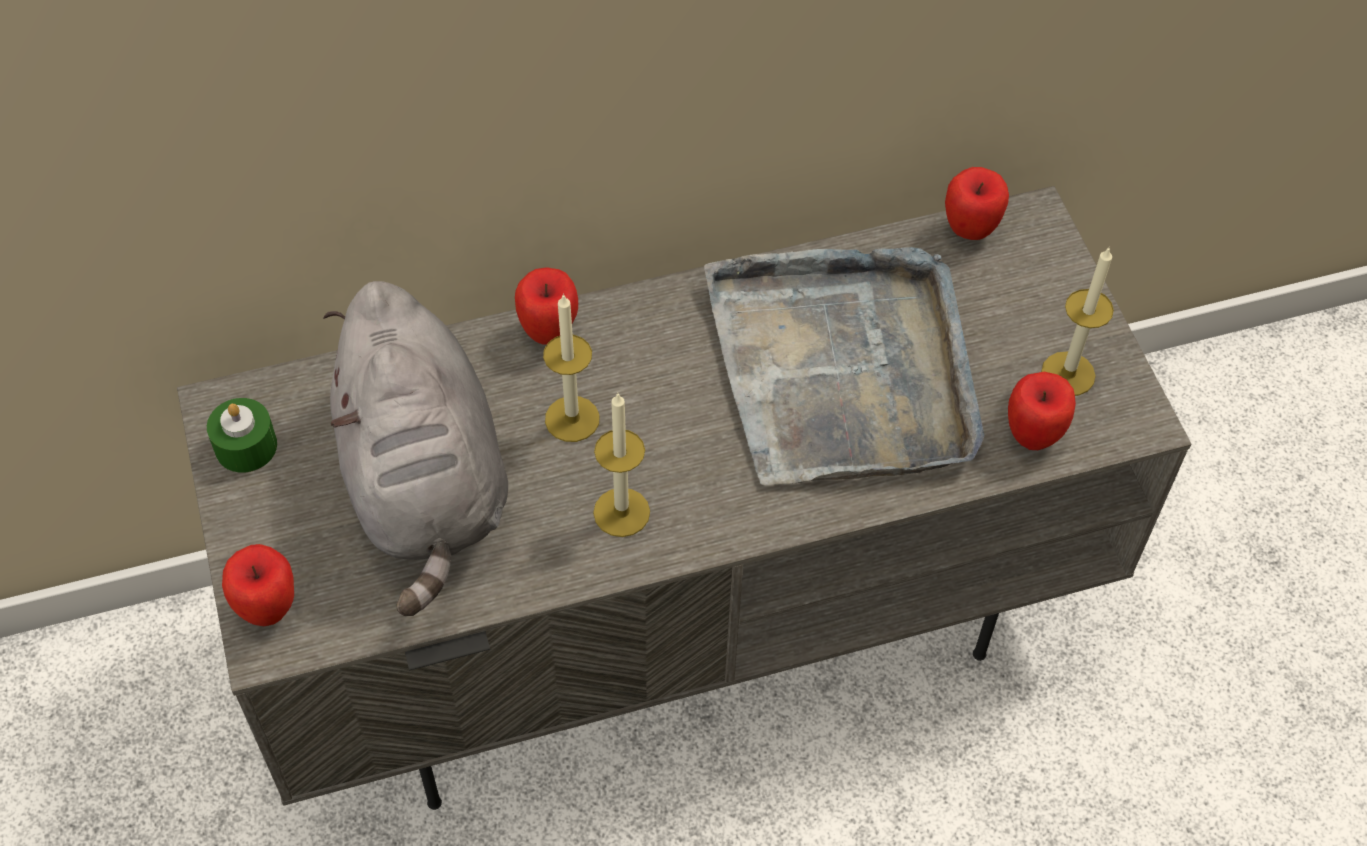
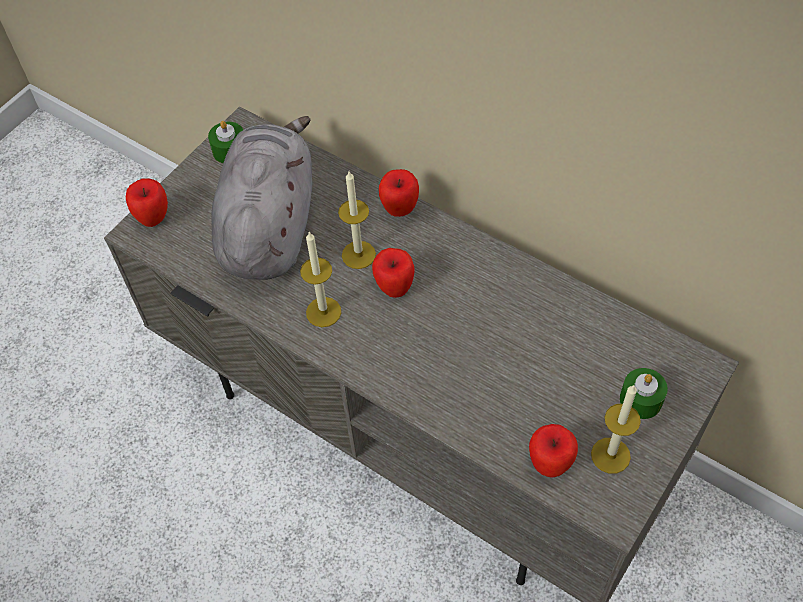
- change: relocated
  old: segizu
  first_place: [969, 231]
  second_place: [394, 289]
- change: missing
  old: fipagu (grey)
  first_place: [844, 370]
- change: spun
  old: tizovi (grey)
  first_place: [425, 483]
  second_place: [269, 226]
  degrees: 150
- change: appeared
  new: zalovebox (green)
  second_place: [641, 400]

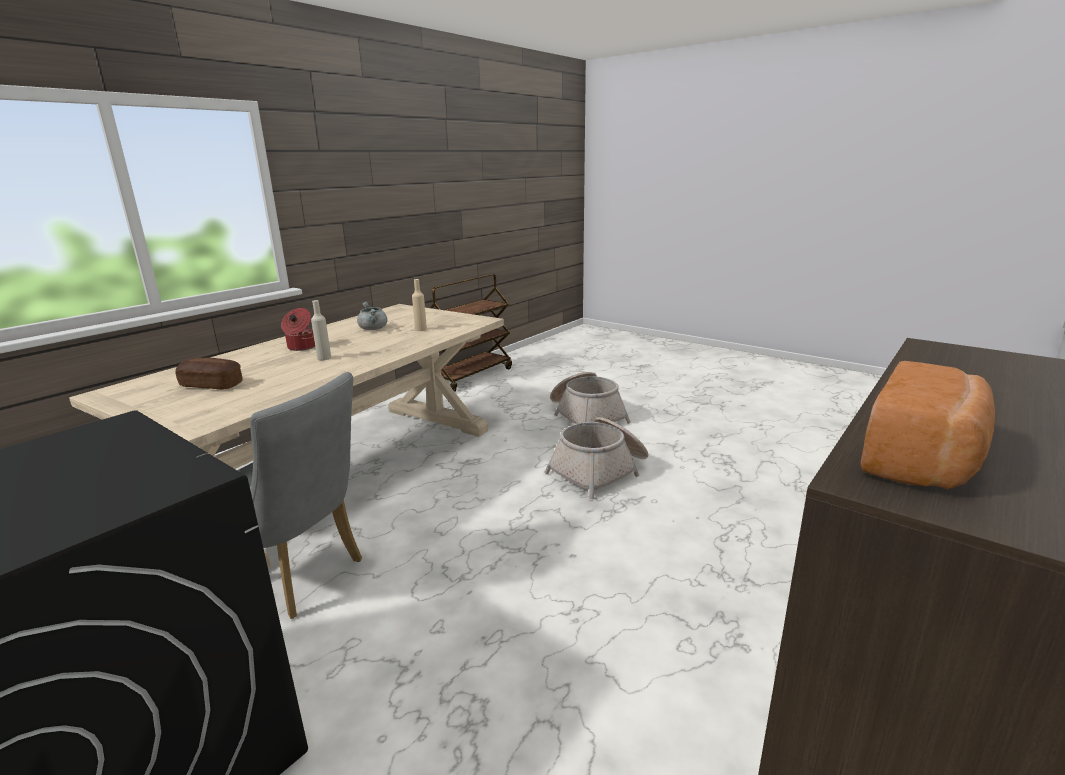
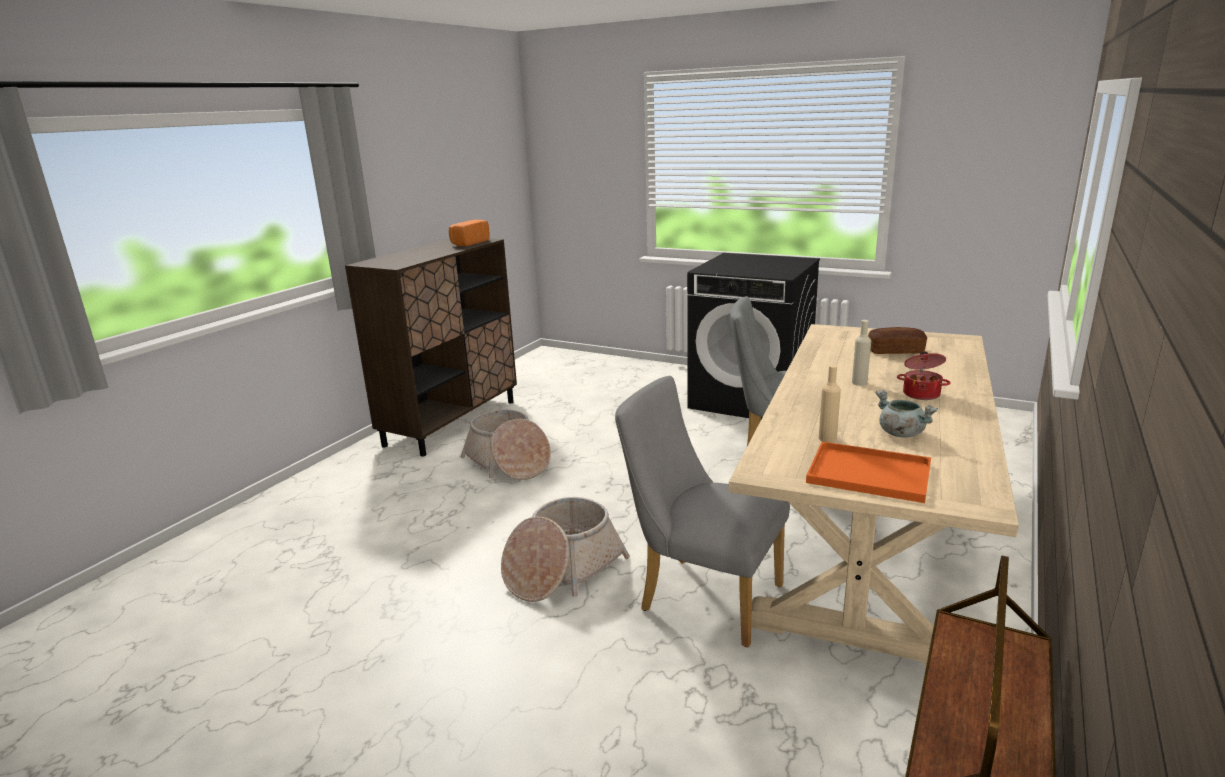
- change: relocated
  old: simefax
  first_place: [586, 415]
  second_place: [508, 462]
- change: appeared
  new: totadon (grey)
  second_place: [701, 596]
- change: appeared
  new: fipagu (orange)
  second_place: [866, 473]

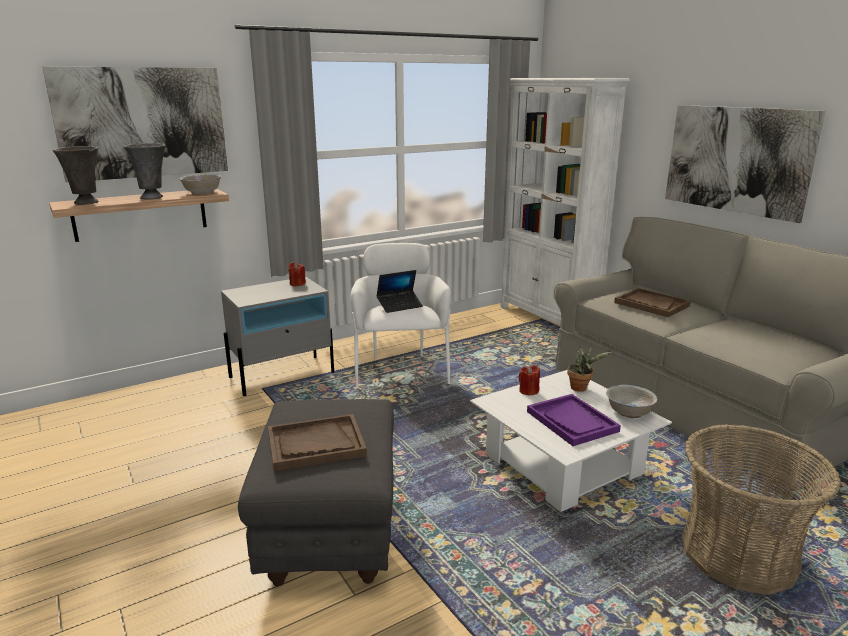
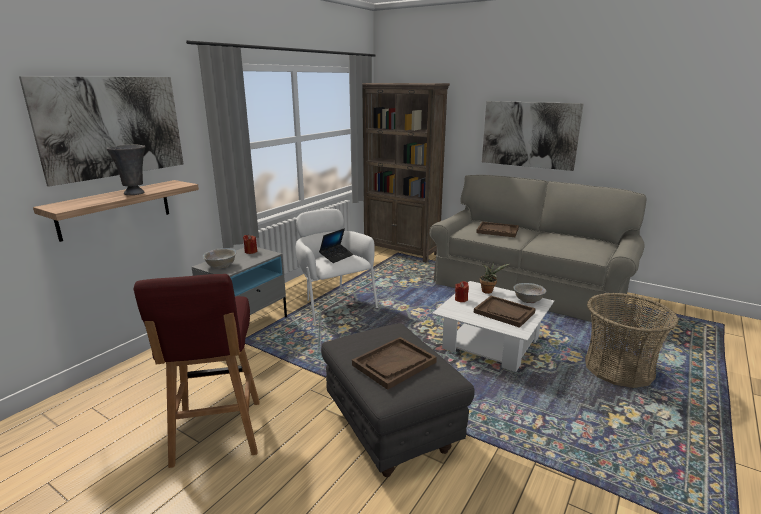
- change: colour
  old: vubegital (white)
  new: vubegital (brown)
  first_place: [548, 318]
  second_place: [401, 251]
- change: missing
  old: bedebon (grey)
  first_place: [86, 203]
- change: relocated
  old: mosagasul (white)
  first_place: [202, 192]
  second_place: [221, 265]
- change: colour
  old: fipagu (purple)
  new: fipagu (brown)
  first_place: [572, 421]
  second_place: [504, 312]
- change: appeared
  new: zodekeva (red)
  second_place: [217, 434]

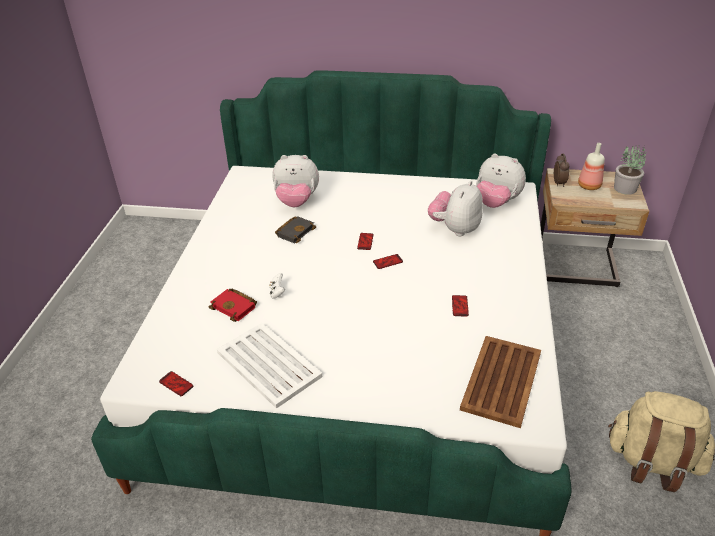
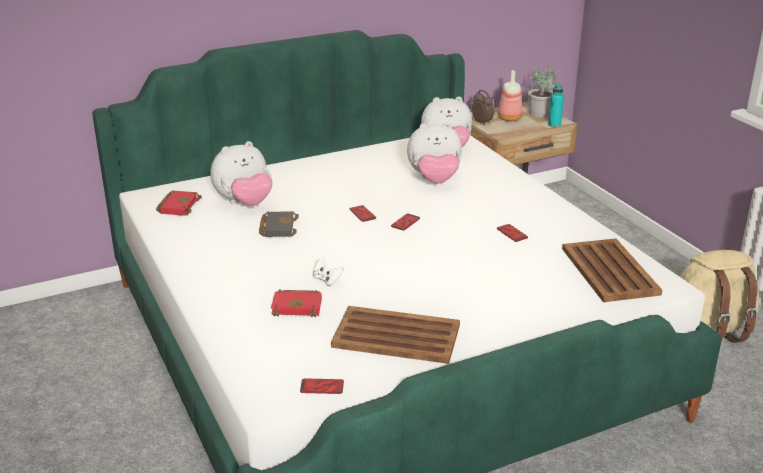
- change: spun
  old: tizovi
  first_place: [455, 229]
  second_place: [434, 180]
  degrees: -90
- change: colour
  old: fipagu (white)
  new: fipagu (brown)
  first_place: [268, 364]
  second_place: [395, 335]
- change: appeared
  new: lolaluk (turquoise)
  second_place: [554, 125]
- change: appeared
  new: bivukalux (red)
  second_place: [178, 206]

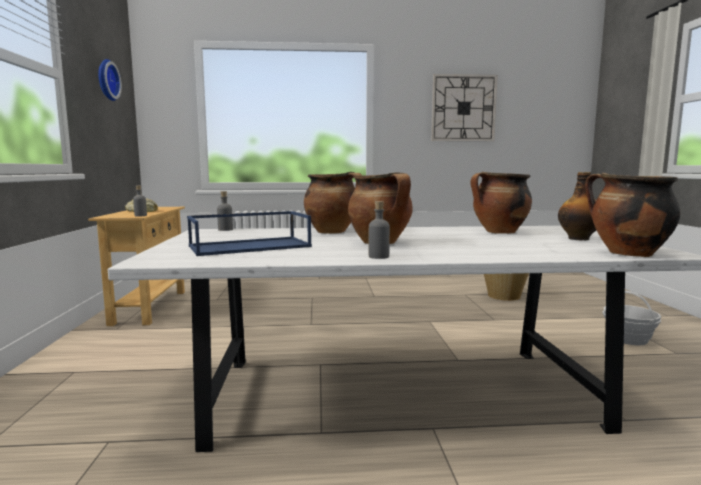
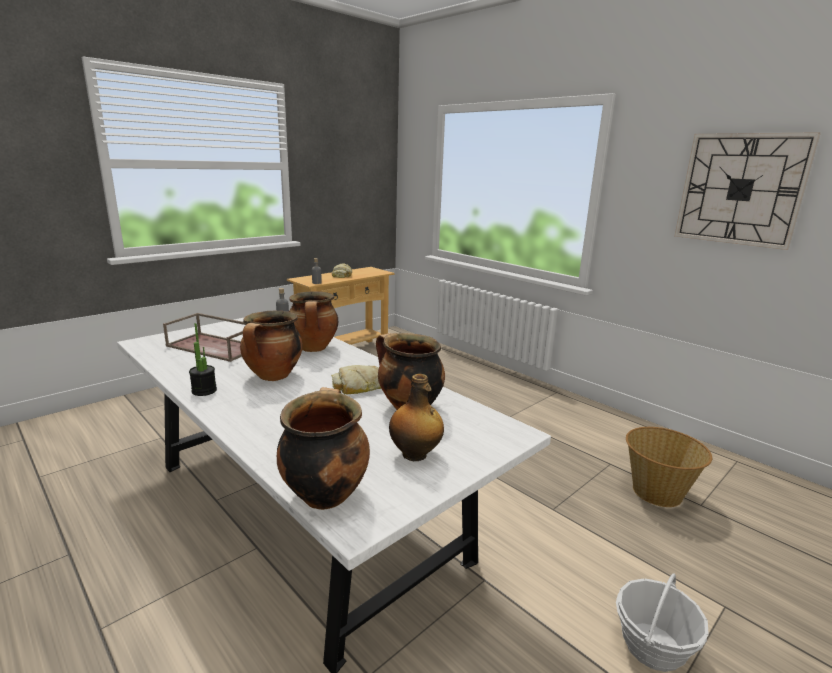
- change: missing
  old: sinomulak
  first_place: [106, 80]
- change: exchanged
  old: lolaluk (grey)
  new: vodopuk
  first_place: [378, 256]
  second_place: [204, 391]
- change: colour
  old: fipagu (blue)
  new: fipagu (brown)
  first_place: [251, 246]
  second_place: [215, 346]
- change: appeared
  new: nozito
  second_place: [360, 386]

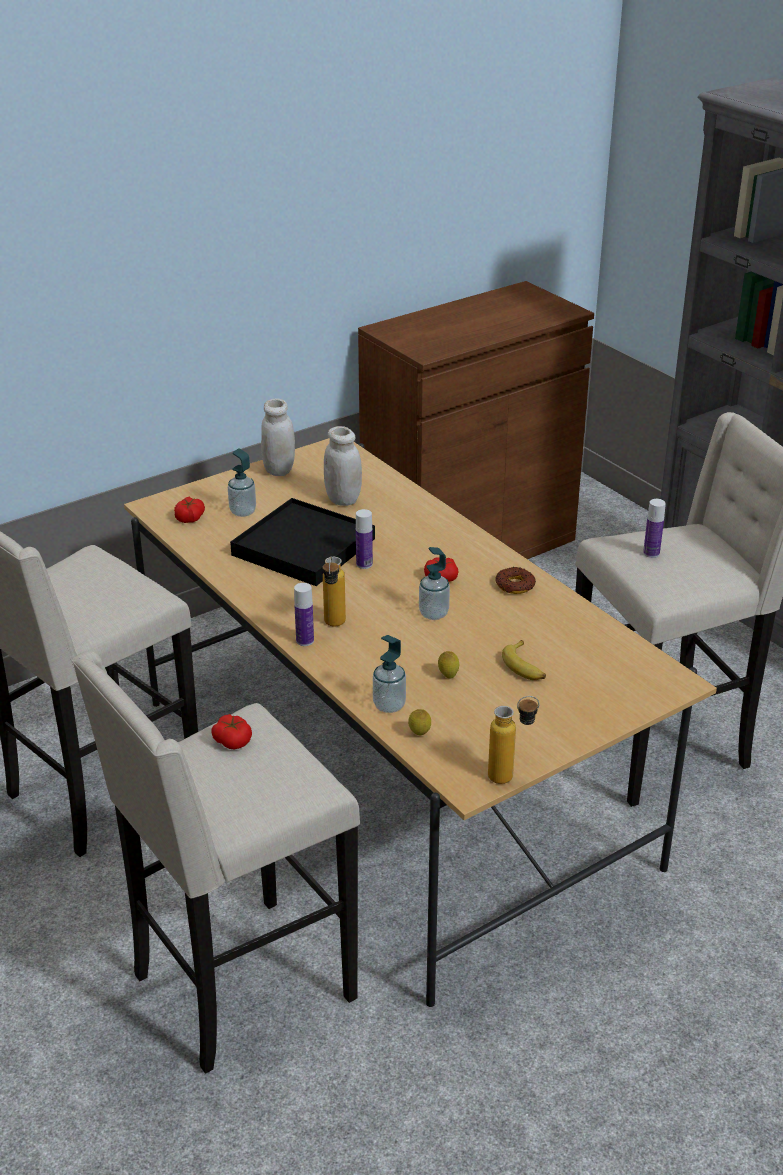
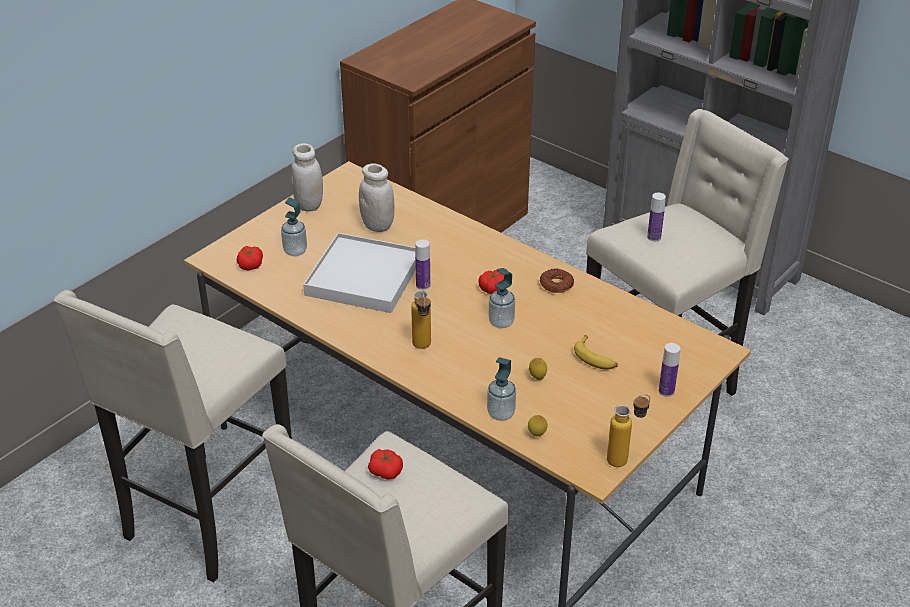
- change: colour
  old: fipagu (black)
  new: fipagu (white)
  first_place: [303, 547]
  second_place: [364, 277]
- change: relocated
  old: lolaluk
  first_place: [305, 641]
  second_place: [666, 391]

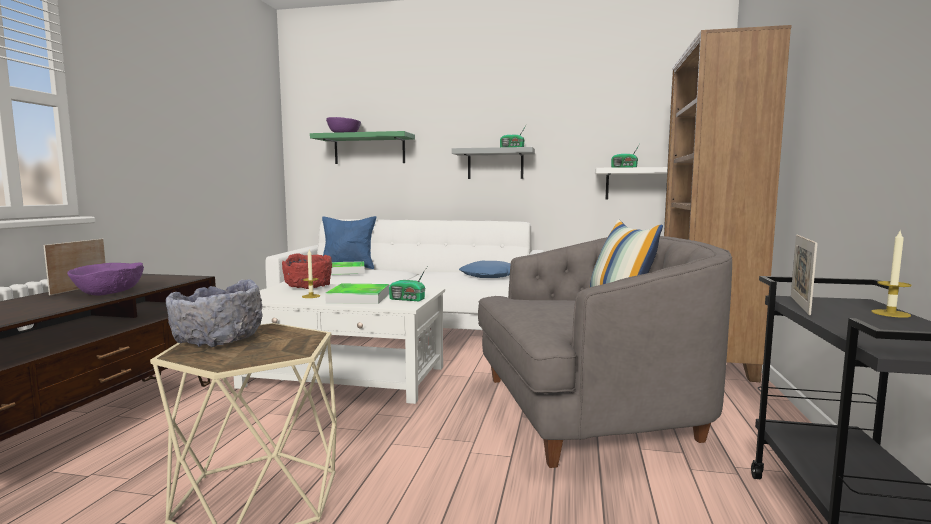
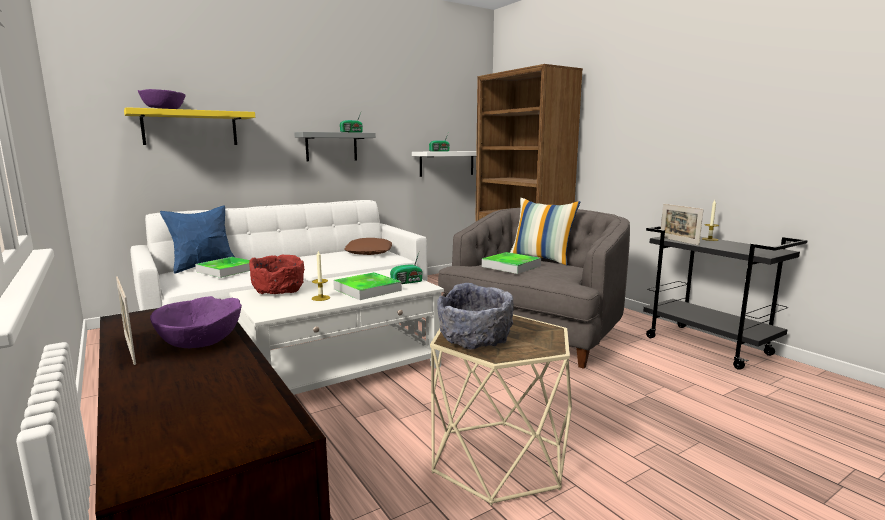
- change: colour
  old: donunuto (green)
  new: donunuto (yellow)
  first_place: [369, 149]
  second_place: [190, 128]
- change: colour
  old: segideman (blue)
  new: segideman (brown)
  first_place: [489, 276]
  second_place: [369, 252]
- change: appeared
  new: fipagu
  second_place: [511, 266]

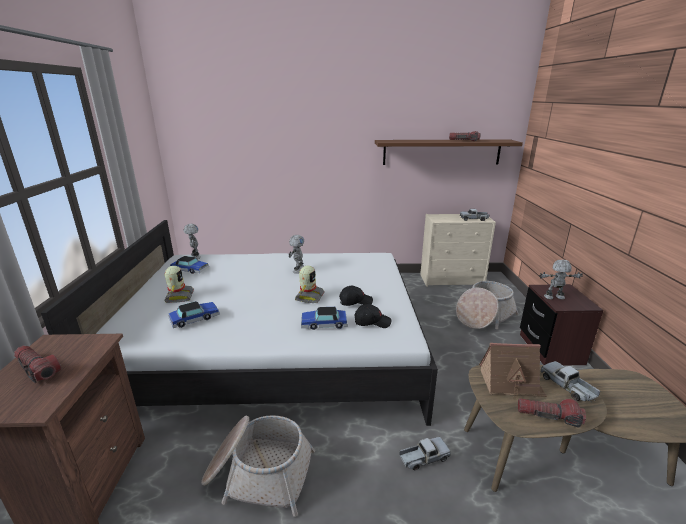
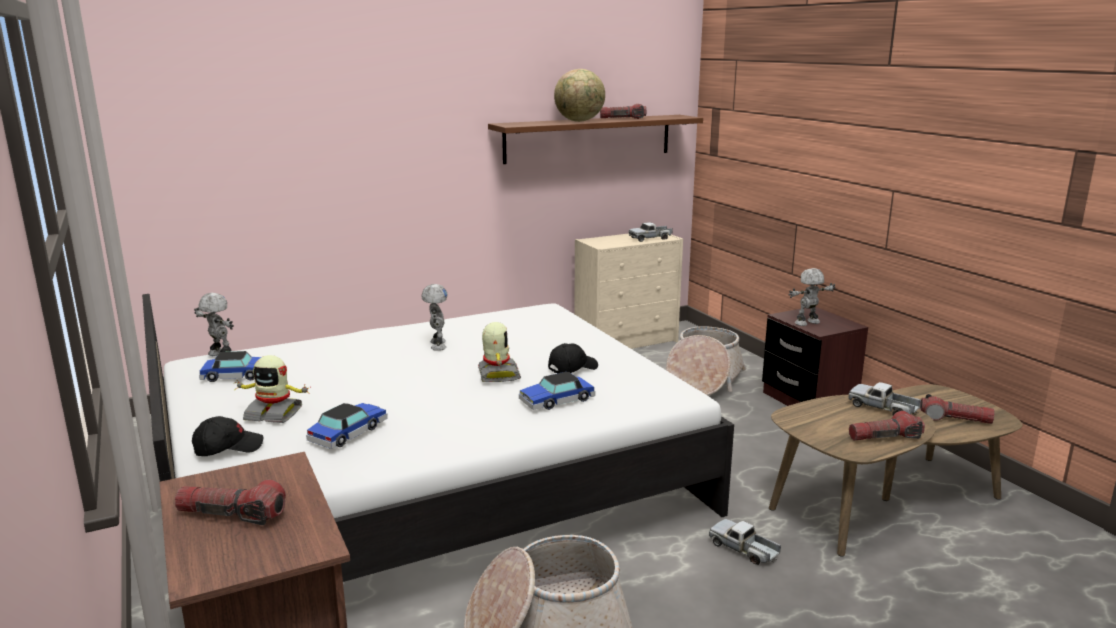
- change: spun
  old: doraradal
  first_place: [179, 297]
  second_place: [274, 413]
  degrees: 135
- change: relocated
  old: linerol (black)
  first_place: [372, 322]
  second_place: [228, 447]
- change: missing
  old: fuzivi
  first_place: [510, 383]
- change: spun
  old: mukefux
  first_place: [423, 458]
  second_place: [744, 549]
  degrees: -90
- change: appeared
  new: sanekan
  second_place: [579, 121]
- change: appeared
  new: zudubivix
  second_place: [955, 419]

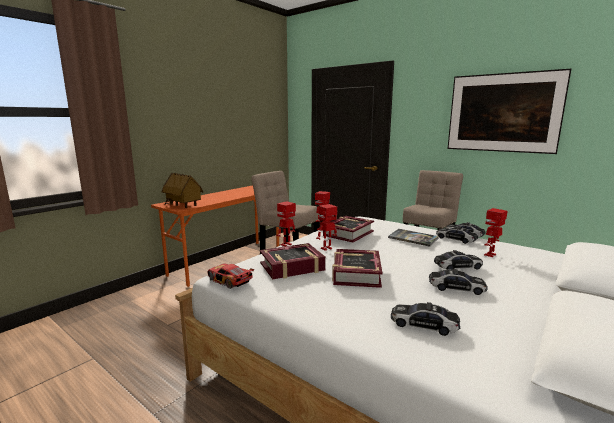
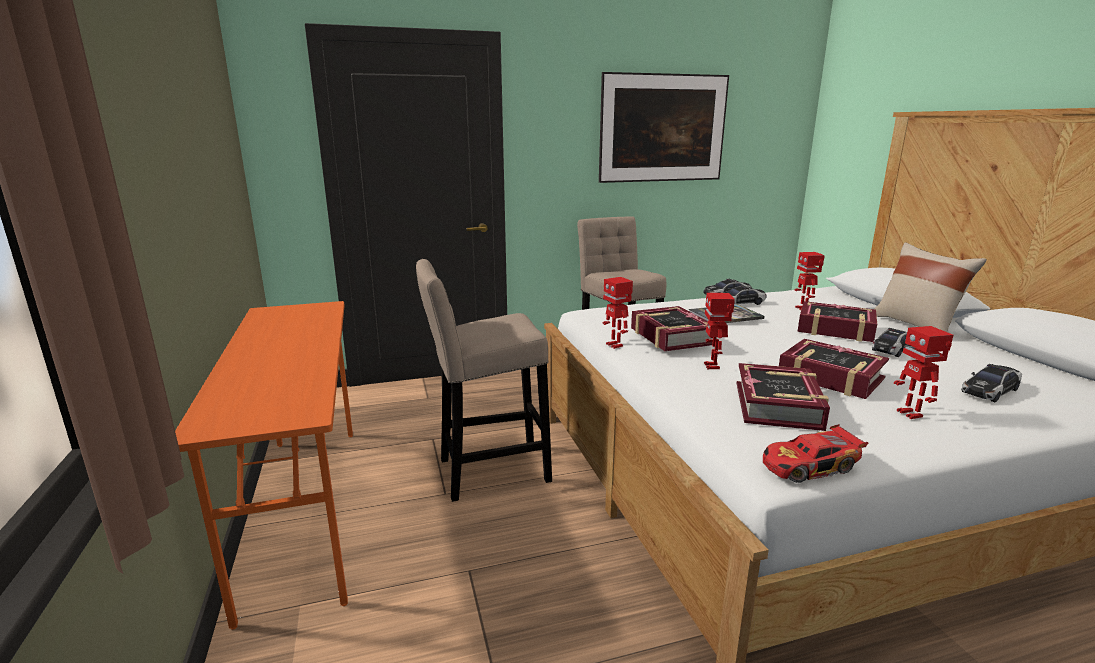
- change: missing
  old: fuzivi
  first_place: [183, 205]
- change: relocated
  old: doraradal
  first_place: [286, 245]
  second_place: [911, 414]
- change: exchanged
  old: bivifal
  new: bivukalux
  first_place: [457, 266]
  second_place: [835, 329]
- change: appeared
  new: segideman (beige)
  second_place: [916, 326]

